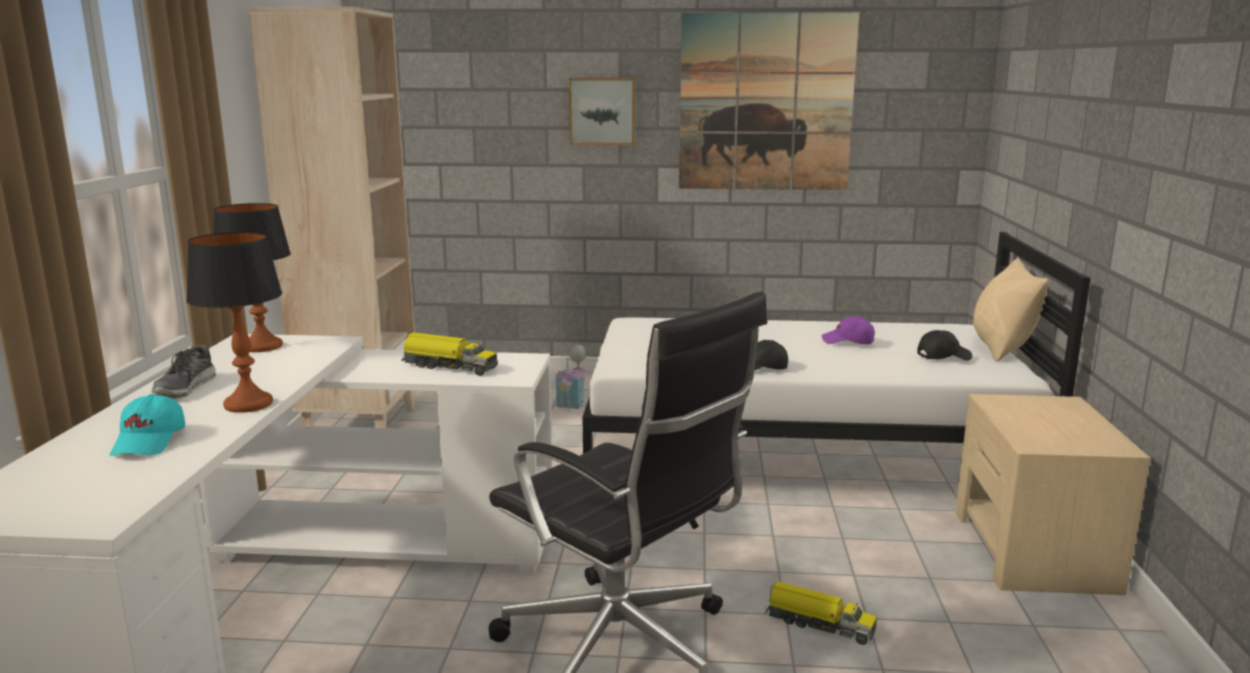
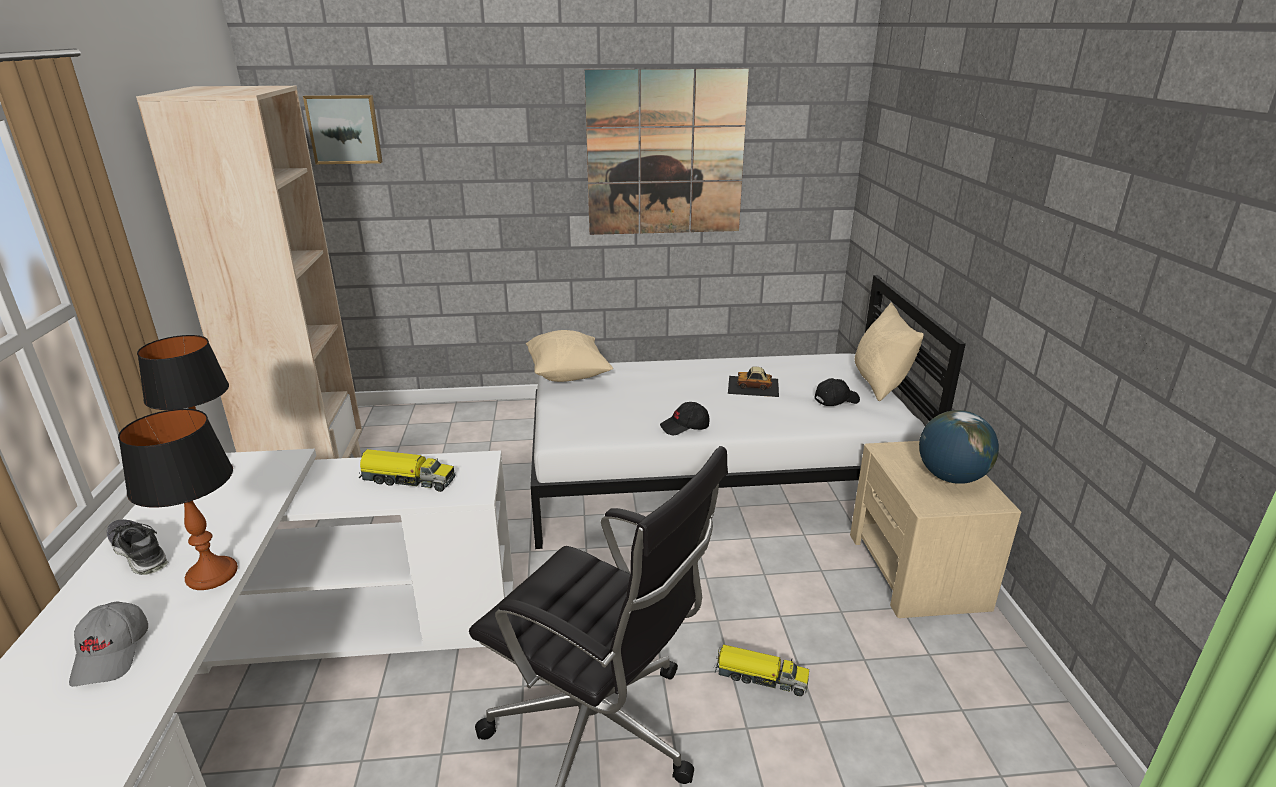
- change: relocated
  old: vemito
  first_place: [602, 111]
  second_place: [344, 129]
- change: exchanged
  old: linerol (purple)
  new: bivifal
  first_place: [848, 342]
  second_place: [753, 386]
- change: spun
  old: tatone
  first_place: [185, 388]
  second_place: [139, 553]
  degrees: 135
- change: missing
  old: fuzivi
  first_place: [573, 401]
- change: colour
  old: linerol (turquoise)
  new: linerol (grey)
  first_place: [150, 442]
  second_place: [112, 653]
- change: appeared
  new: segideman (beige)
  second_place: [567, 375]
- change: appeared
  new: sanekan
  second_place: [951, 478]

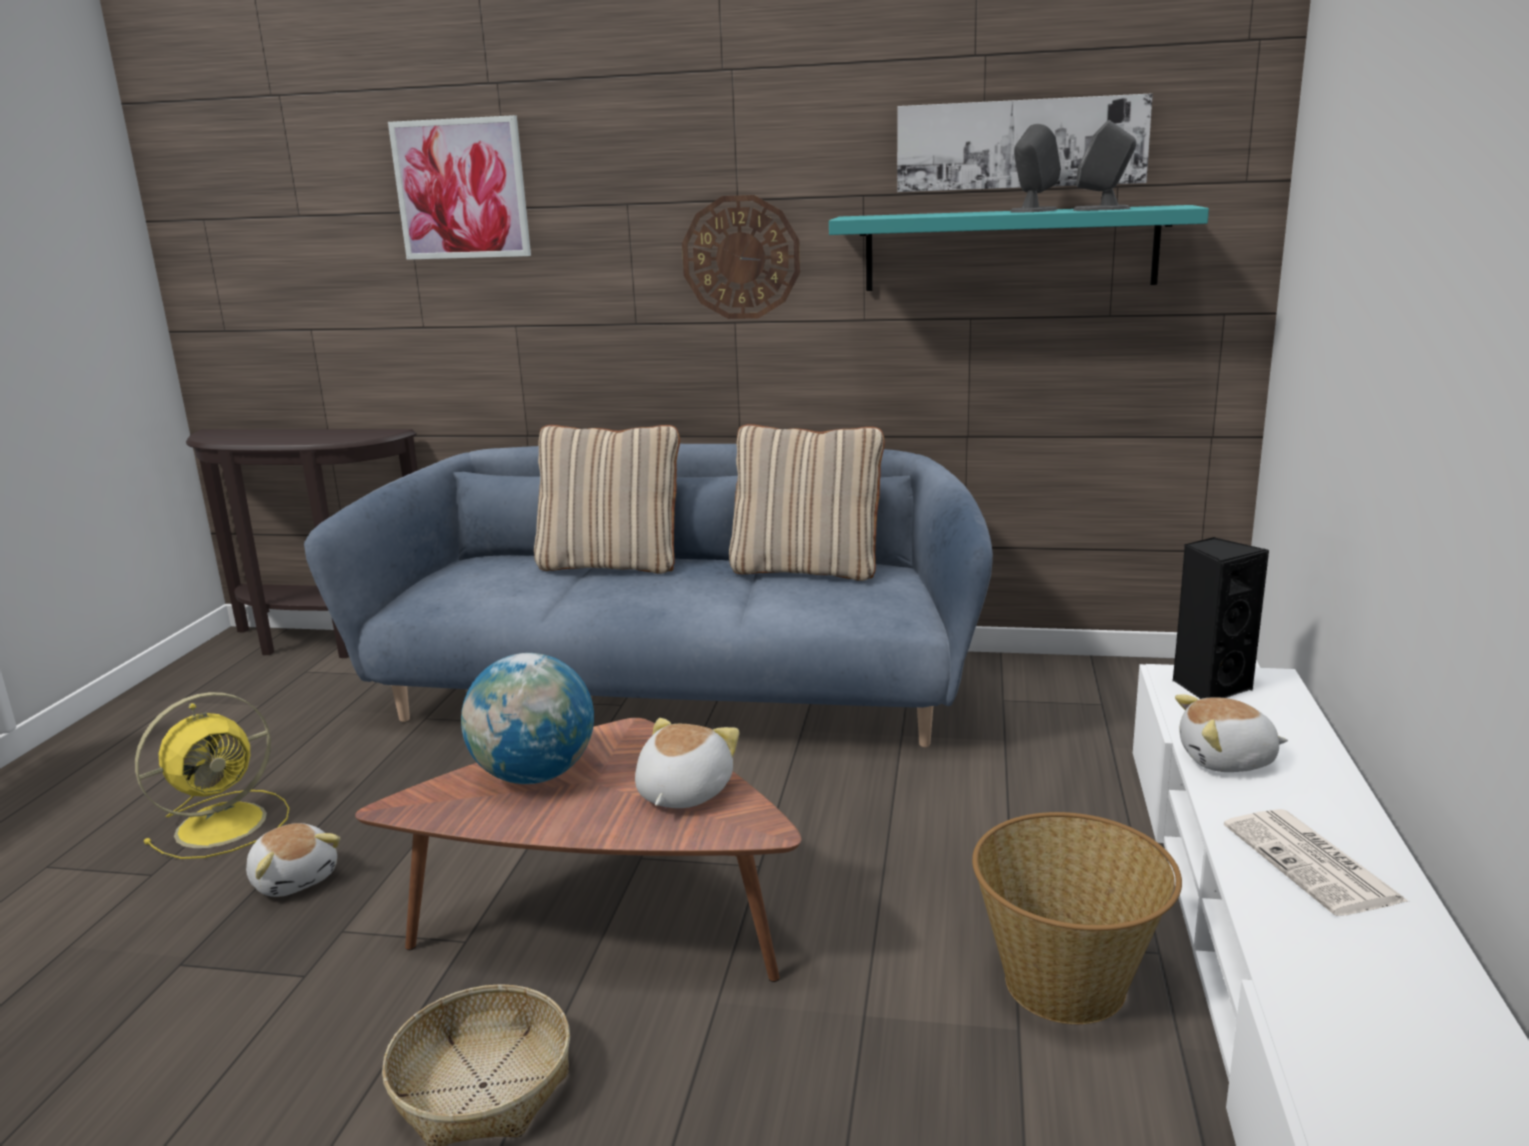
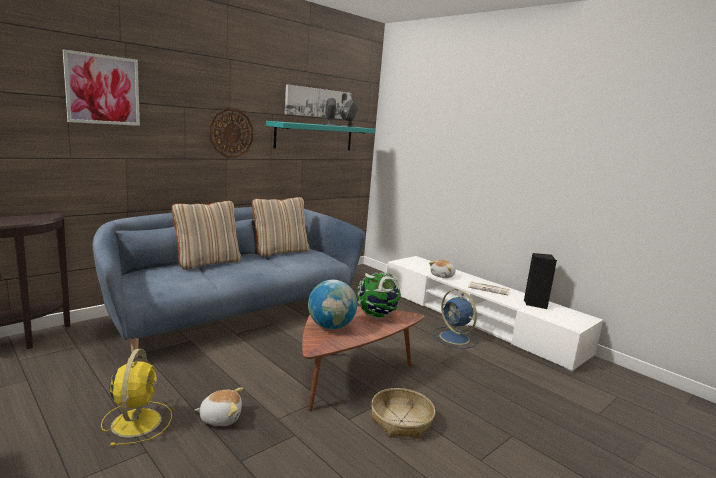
- change: relocated
  old: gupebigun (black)
  first_place: [1209, 687]
  second_place: [535, 304]
- change: exchanged
  old: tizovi
  new: sanekan
  first_place: [682, 793]
  second_place: [377, 316]
- change: exchanged
  old: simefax
  new: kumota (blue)
  first_place: [1067, 983]
  second_place: [455, 338]

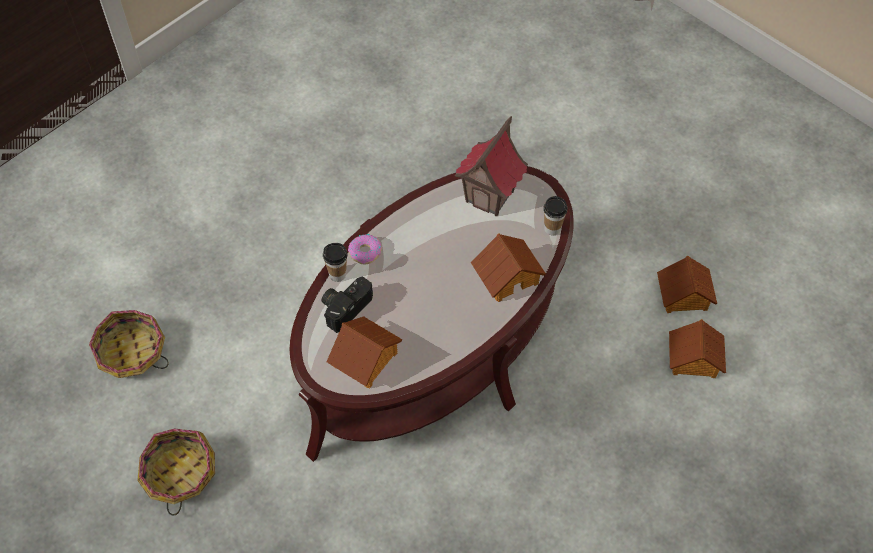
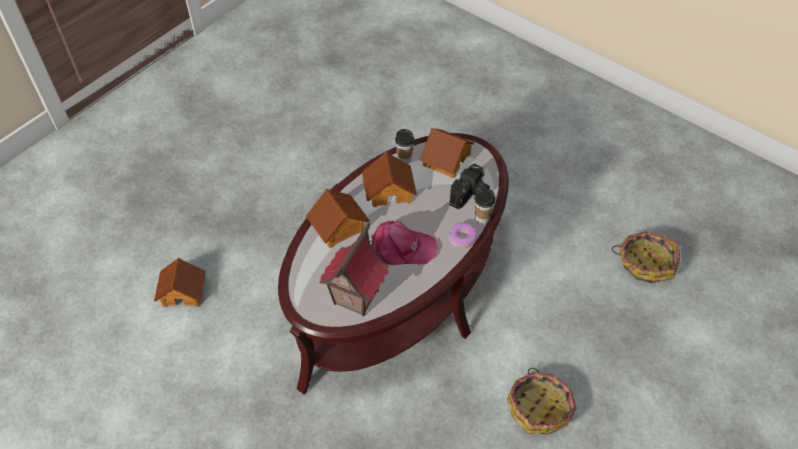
- change: relocated
  old: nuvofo
  first_place: [552, 228]
  second_place: [404, 159]
- change: relocated
  old: fuzivi
  first_place: [683, 296]
  second_place: [389, 190]
- change: relocated
  old: simefax
  first_place: [179, 474]
  second_place: [540, 408]
- change: appeared
  new: linerol (pink)
  second_place: [400, 248]

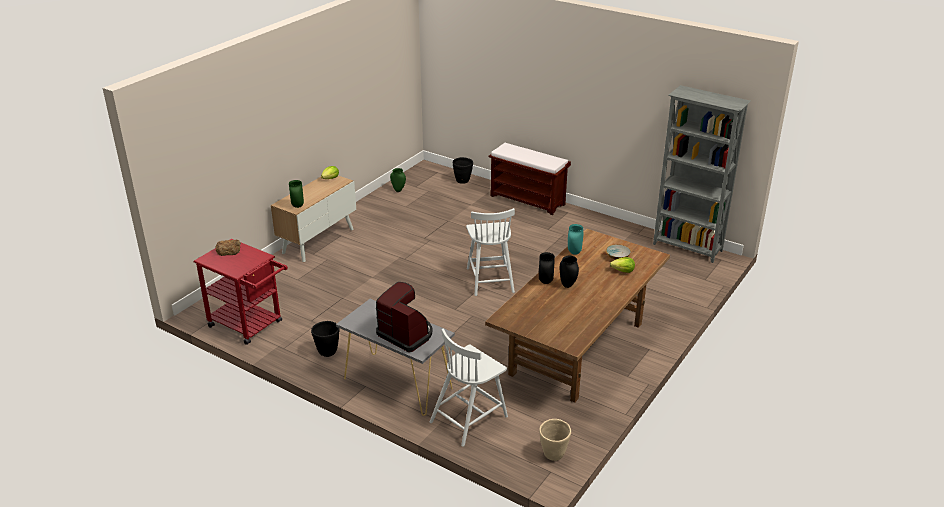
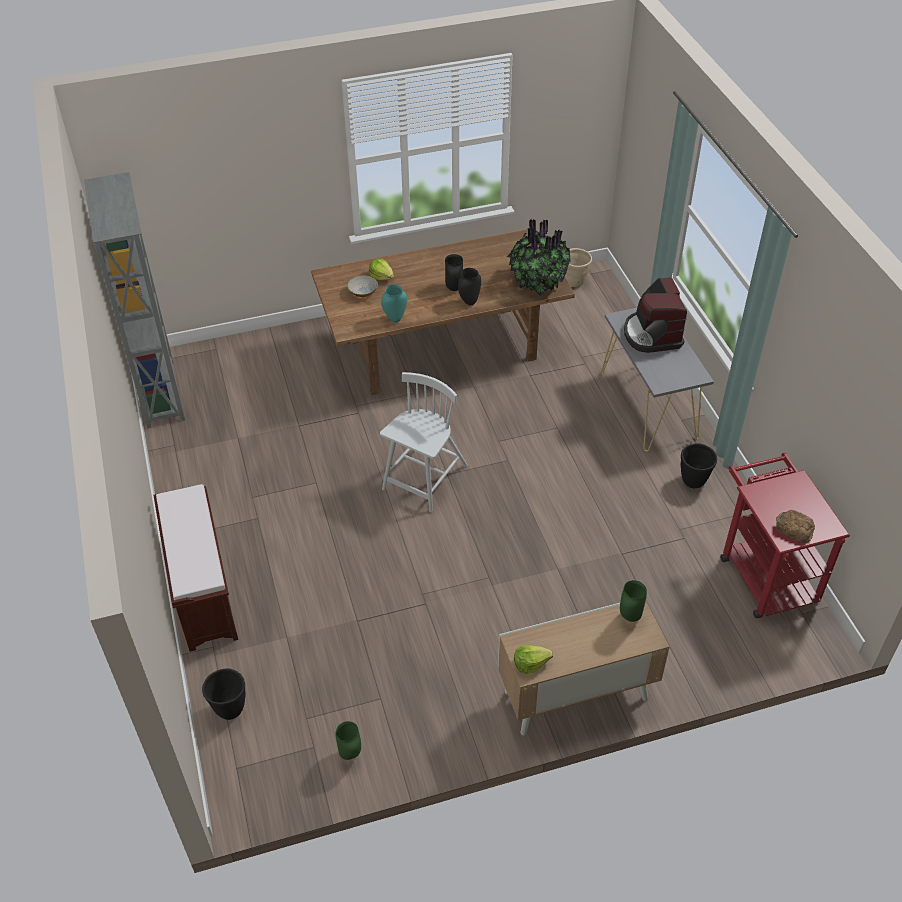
- change: missing
  old: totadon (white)
  first_place: [469, 418]
- change: appeared
  new: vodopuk
  second_place: [537, 282]

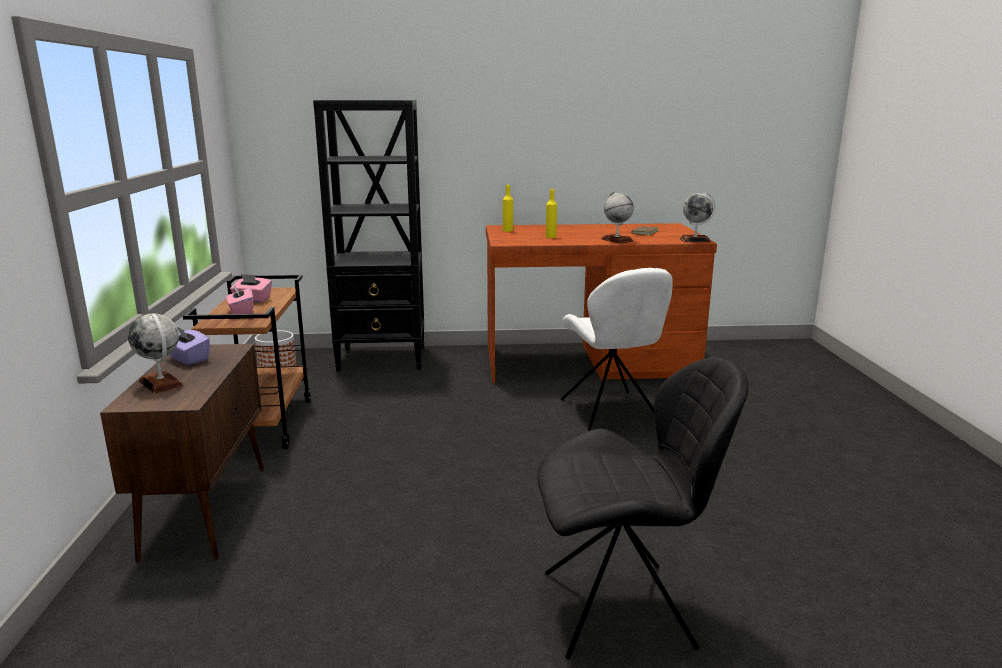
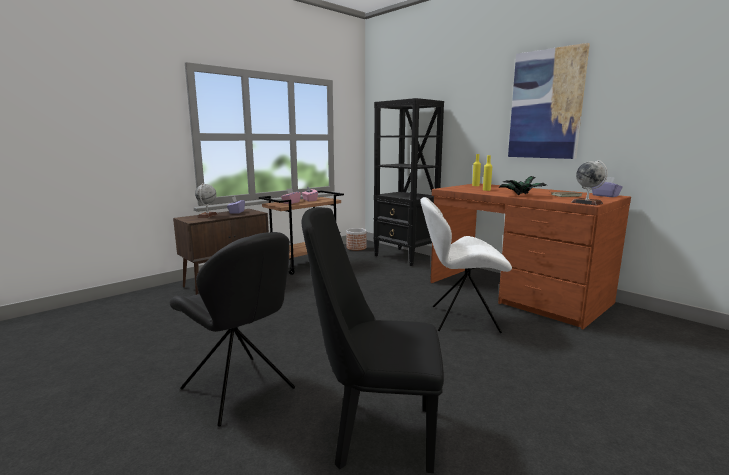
- change: exchanged
  old: sanekan
  new: vodopuk
  first_place: [616, 240]
  second_place: [522, 196]
- change: spun
  old: totadon (white)
  first_place: [611, 412]
  second_place: [461, 319]
  degrees: 60
- change: appeared
  new: vemito
  second_place: [546, 105]
- change: appeared
  new: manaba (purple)
  second_place: [605, 196]
- change: appeared
  new: totadon (black)
  second_place: [375, 434]

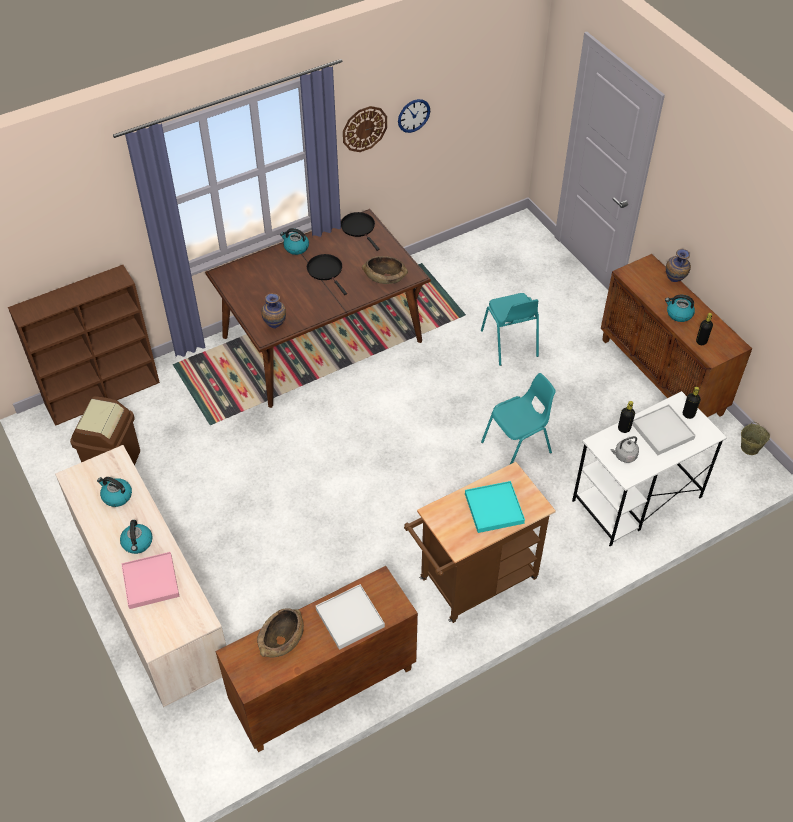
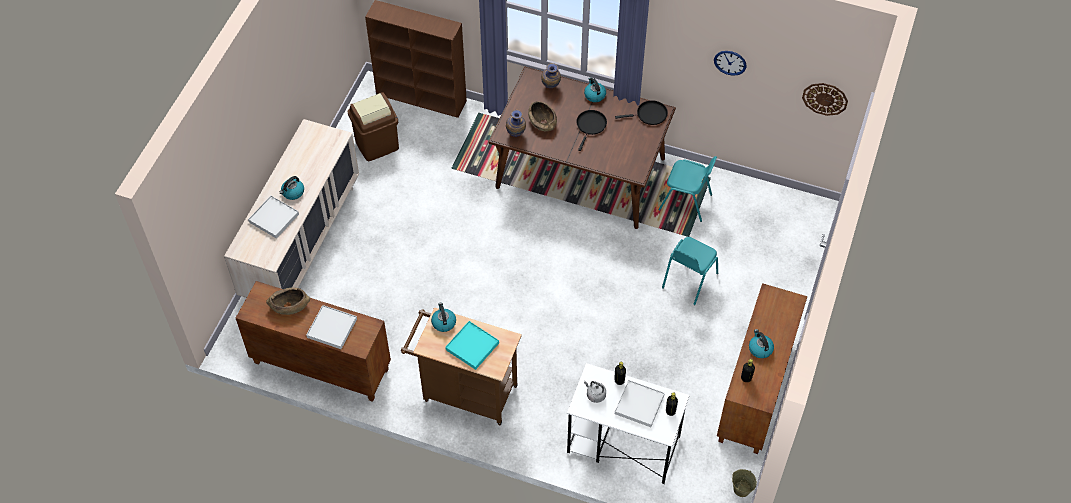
- change: relocated
  old: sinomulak
  first_place: [364, 128]
  second_place: [825, 98]
- change: spun
  old: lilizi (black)
  first_place: [359, 228]
  second_place: [649, 115]
  degrees: 60
- change: relocated
  old: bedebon
  first_place: [674, 281]
  second_place: [550, 87]
- change: relocated
  old: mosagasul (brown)
  first_place: [385, 277]
  second_place: [542, 122]
- change: relocated
  old: totadon (turquoise)
  first_place: [517, 448]
  second_place: [686, 202]
- change: relocated
  old: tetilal
  first_place: [116, 496]
  second_place: [443, 322]
- change: colour
  old: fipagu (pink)
  new: fipagu (white)
  first_place: [151, 581]
  second_place: [274, 218]

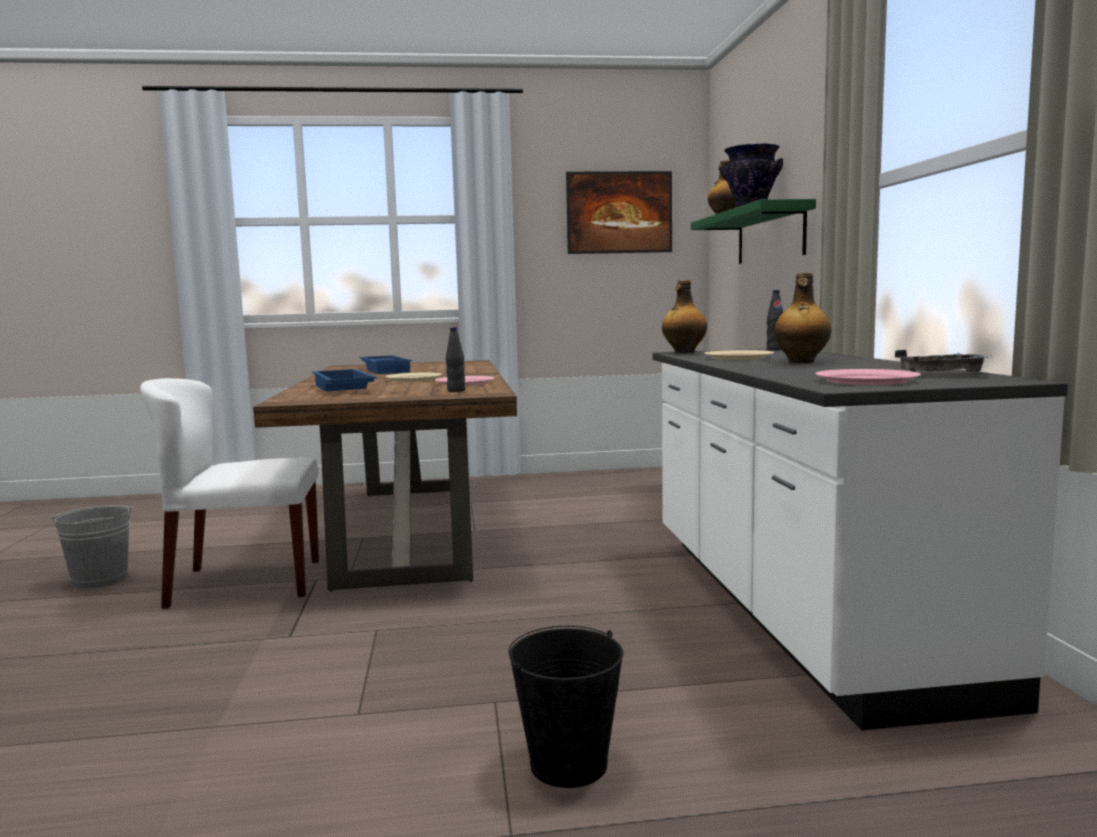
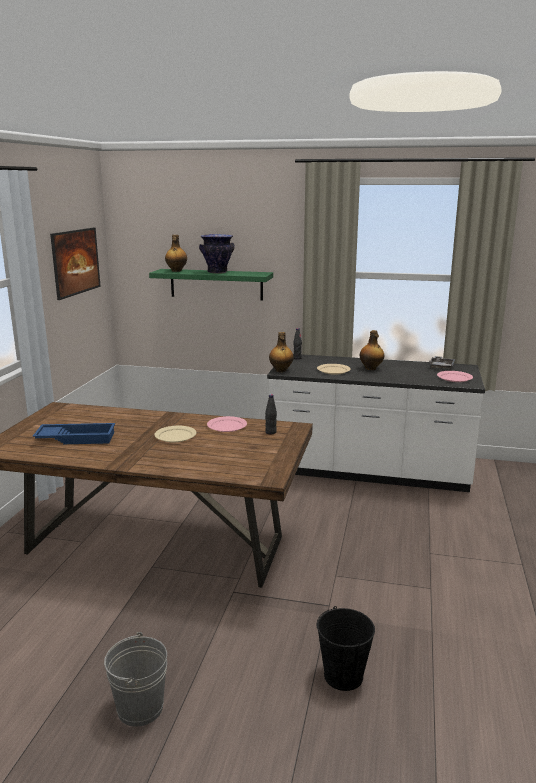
- change: missing
  old: fipagu (blue)
  first_place: [341, 388]
- change: missing
  old: totadon (white)
  first_place: [245, 583]
- change: relocated
  old: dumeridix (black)
  first_place: [569, 764]
  second_place: [343, 675]

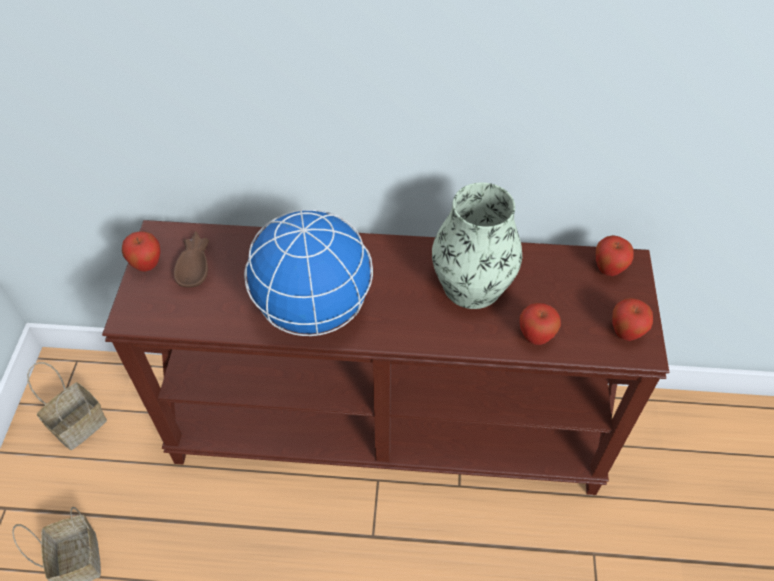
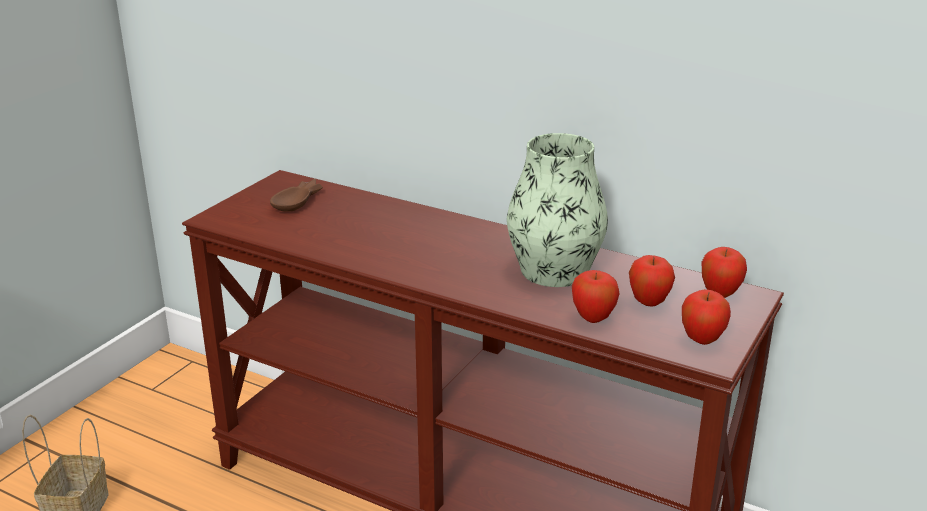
- change: missing
  old: sanekan
  first_place: [312, 309]
- change: relocated
  old: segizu
  first_place: [147, 265]
  second_place: [649, 303]
- change: missing
  old: simefax
  first_place: [80, 423]

